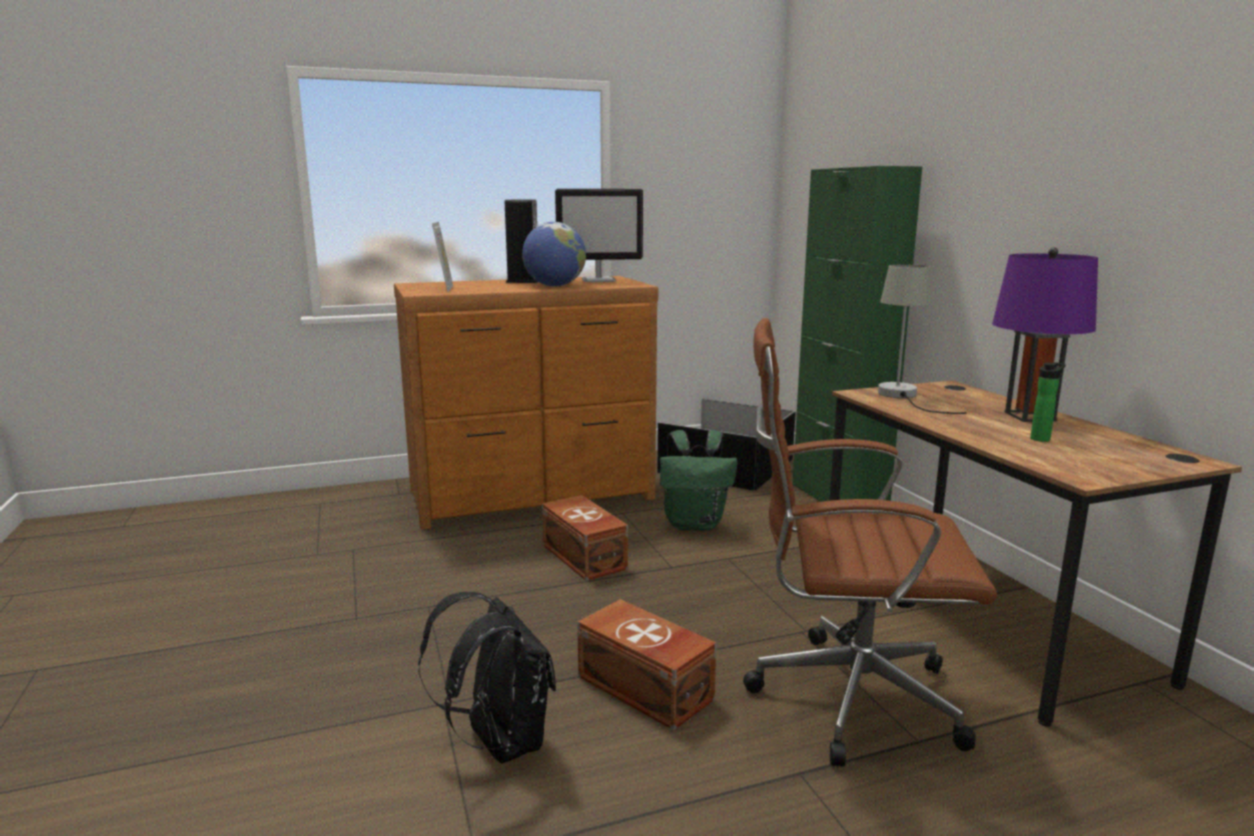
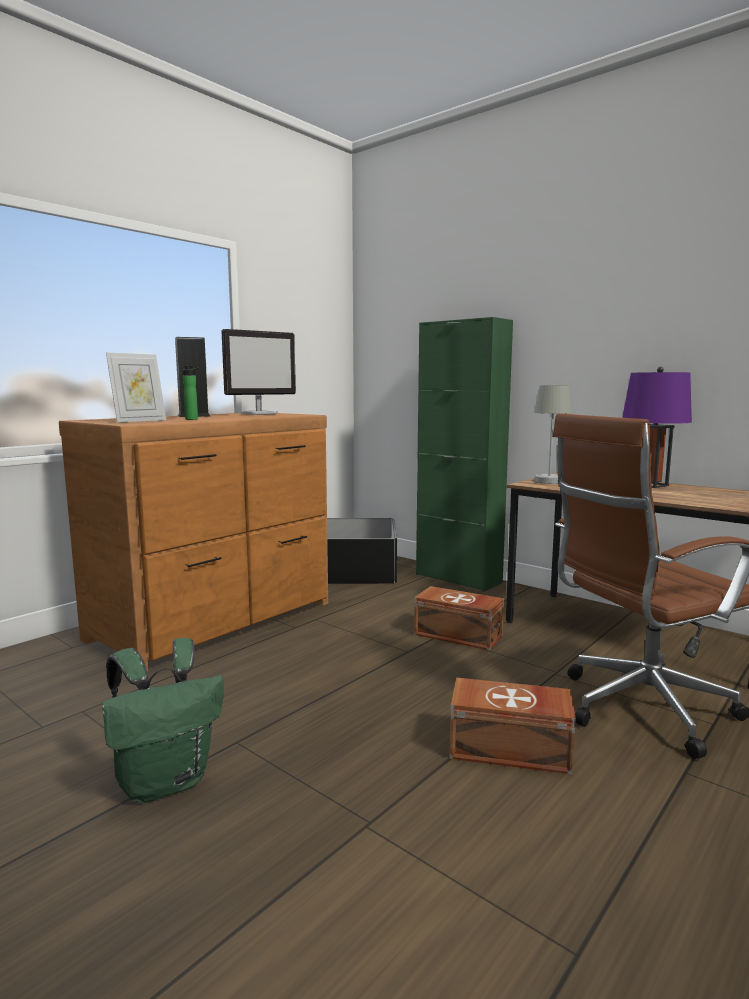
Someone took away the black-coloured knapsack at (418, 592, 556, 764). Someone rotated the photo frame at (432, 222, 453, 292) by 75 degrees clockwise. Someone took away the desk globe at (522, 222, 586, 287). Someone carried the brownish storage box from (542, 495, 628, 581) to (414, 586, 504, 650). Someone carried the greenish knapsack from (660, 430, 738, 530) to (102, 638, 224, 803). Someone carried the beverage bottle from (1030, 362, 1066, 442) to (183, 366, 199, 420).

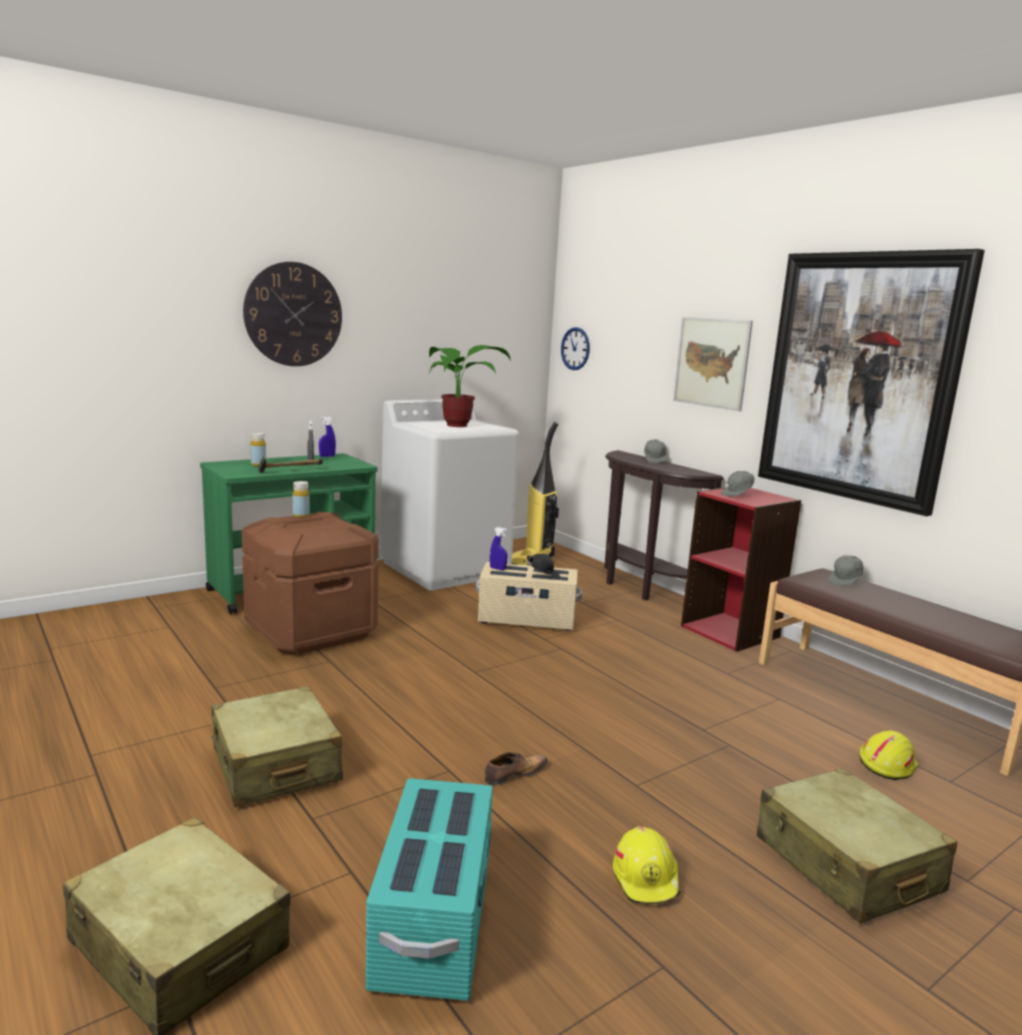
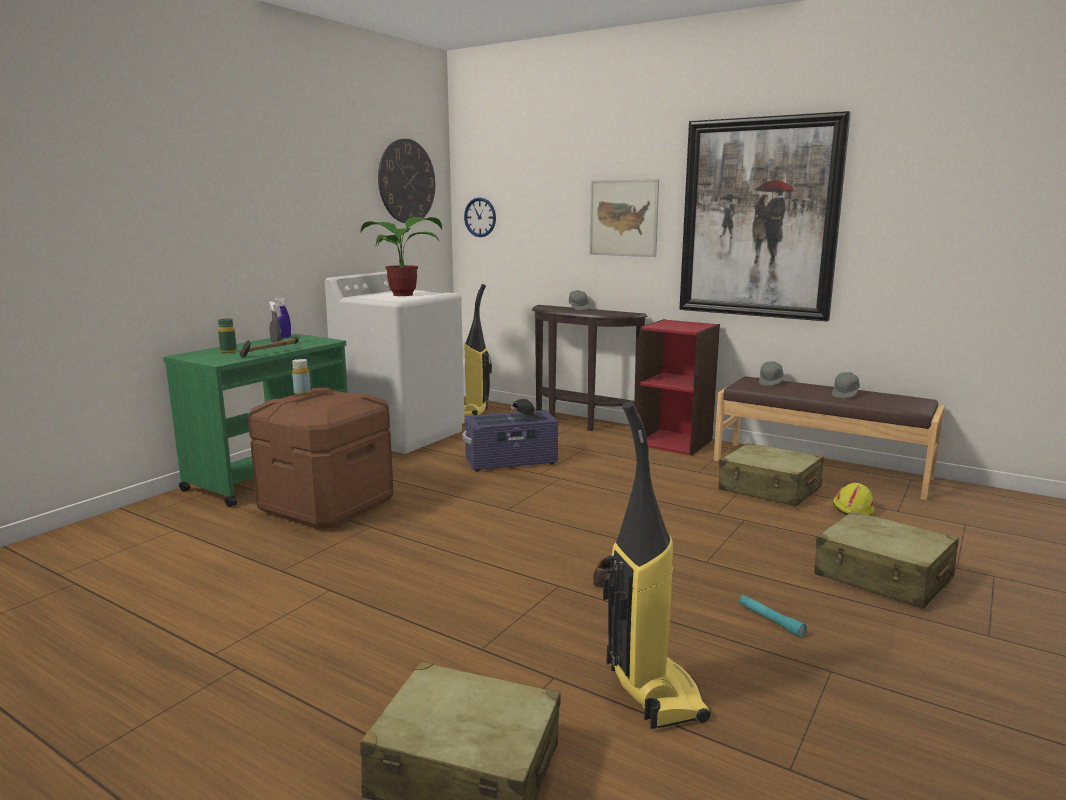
Someone carried the beige-coloured travel case from (211, 686, 343, 807) to (719, 443, 824, 507). Someone carried the wall clock from (243, 262, 342, 366) to (378, 139, 435, 223). Someone repainted the yellow-coloured beverage bottle at (250, 433, 266, 466), which became the greenish beverage bottle at (218, 319, 237, 353). Someone swapped the blue-green storage box at (366, 778, 493, 1001) for the hoover at (603, 401, 710, 729). Someone repainted the beige-coloured storage box at (475, 562, 582, 631), which became the purple-coloured storage box at (462, 410, 559, 471). Someone took away the blue-coloured sprayer at (490, 527, 507, 570). Someone swapped the yellow-coloured safety helmet at (613, 826, 681, 904) for the blue-green torch at (739, 595, 807, 638). Someone carried the grey peaked cap from (721, 471, 754, 496) to (832, 372, 860, 398).

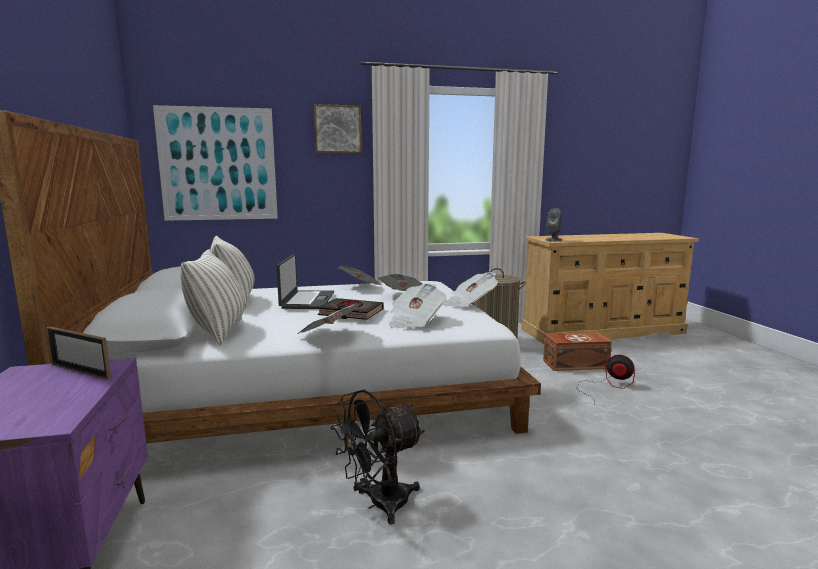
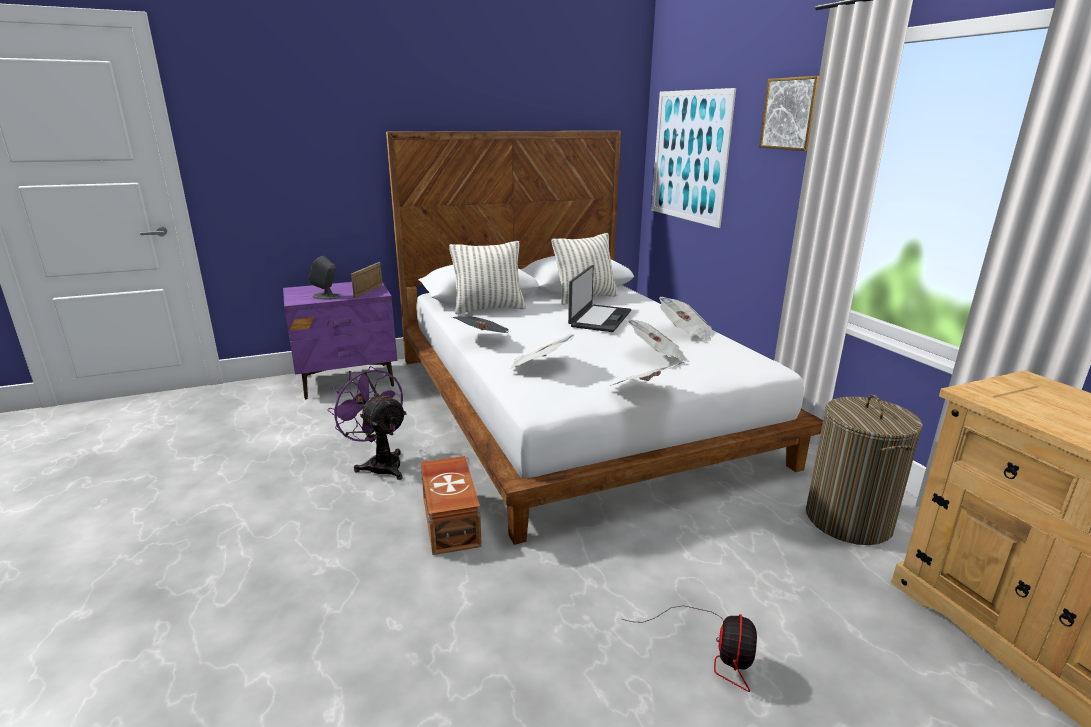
Someone rotated the notebook computer at (277, 254, 334, 309) by 60 degrees counterclockwise. Someone took away the black-coloured book at (317, 298, 384, 320). Someone repainted the black-coloured cooling fan at (330, 390, 424, 524), which became the purple-coloured cooling fan at (327, 366, 407, 480). Someone carried the brownish storage box from (543, 333, 612, 371) to (421, 456, 482, 555). Someone carried the grey loudspeaker from (545, 208, 562, 242) to (309, 256, 340, 300).

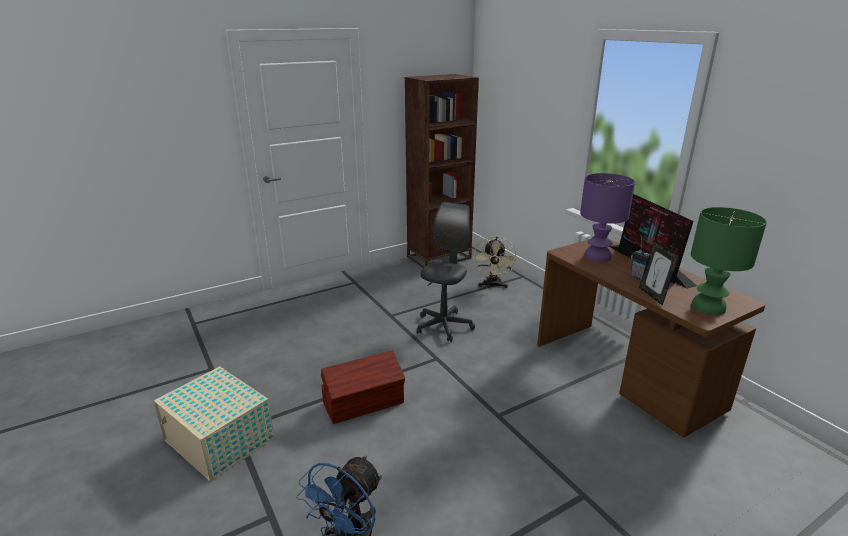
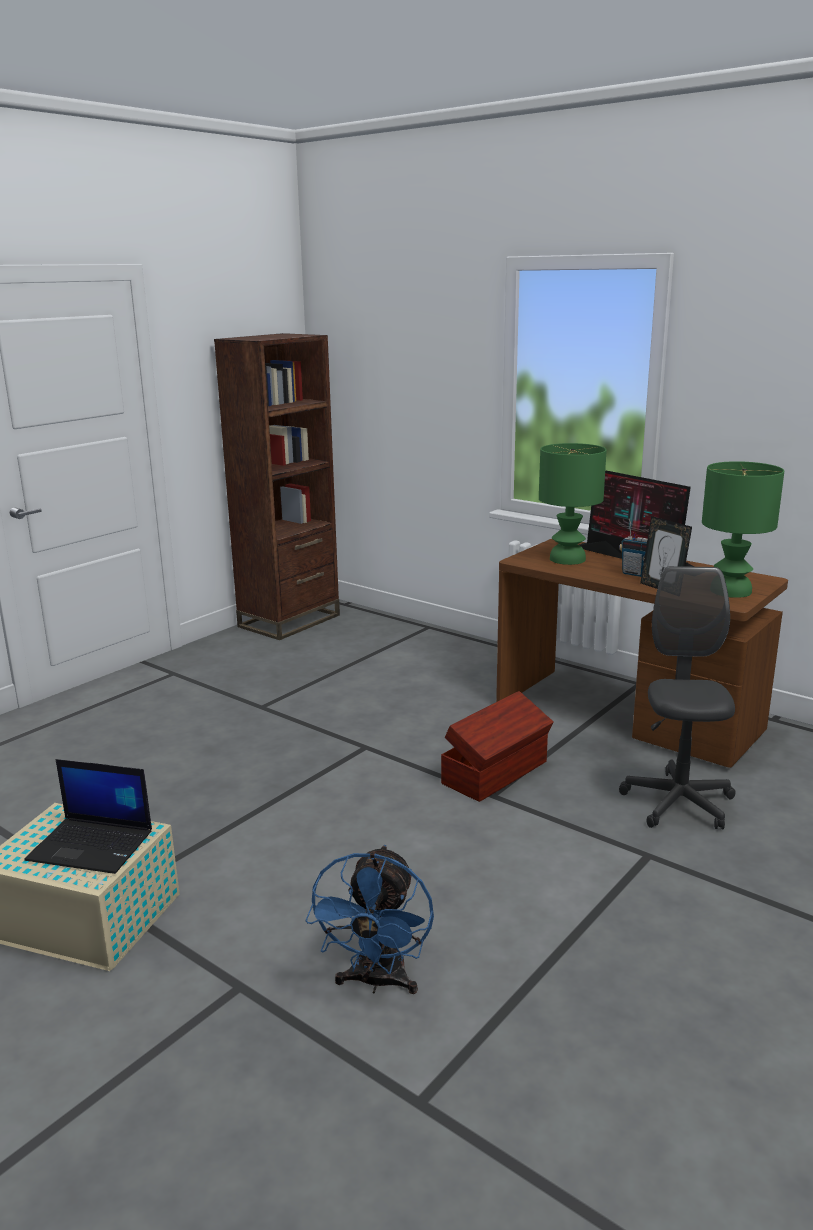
Someone carried the brownish storage box from (321, 350, 405, 424) to (441, 691, 554, 802). Someone carried the grey office chair from (417, 202, 475, 342) to (619, 566, 735, 829). Someone took away the beige-coloured cooling fan at (474, 236, 516, 288). Someone repainted the purple-coloured lamp for a table at (580, 173, 635, 262), which became the greenish lamp for a table at (539, 443, 607, 565). Someone put down the notebook computer at (24, 759, 152, 874).

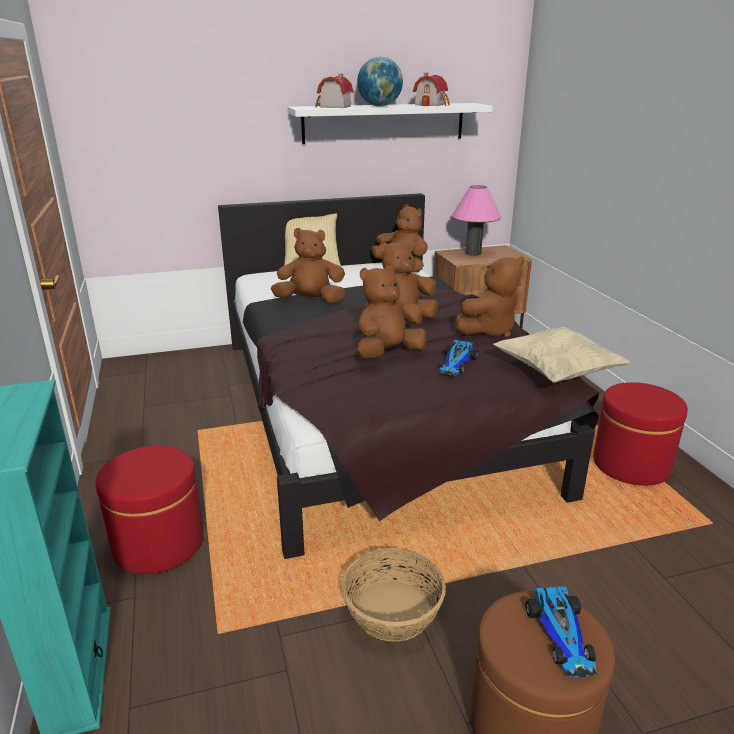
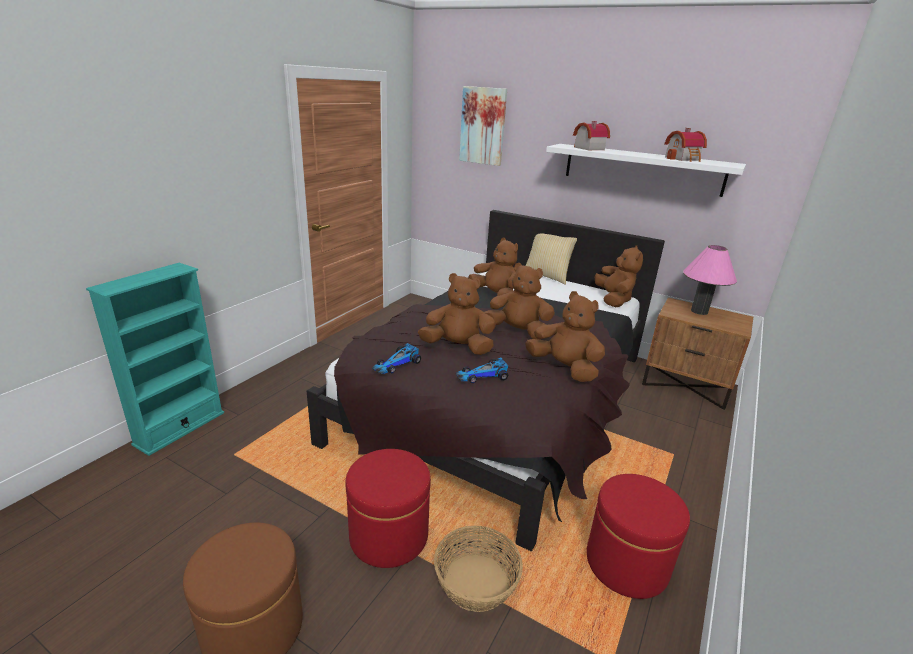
Someone carried the reddish footrest from (96, 446, 203, 574) to (345, 449, 431, 568). Someone carried the basket from (342, 548, 446, 642) to (434, 526, 523, 612). Someone took away the desk globe at (357, 56, 403, 106). Someone rotated the brownish plush toy at (455, 257, 524, 338) by 150 degrees counterclockwise. Someone took away the beige-coloured throw pillow at (493, 327, 630, 383). Someone carried the miniature car from (526, 586, 597, 677) to (372, 343, 421, 374). Someone put up the picture at (459, 86, 507, 166).

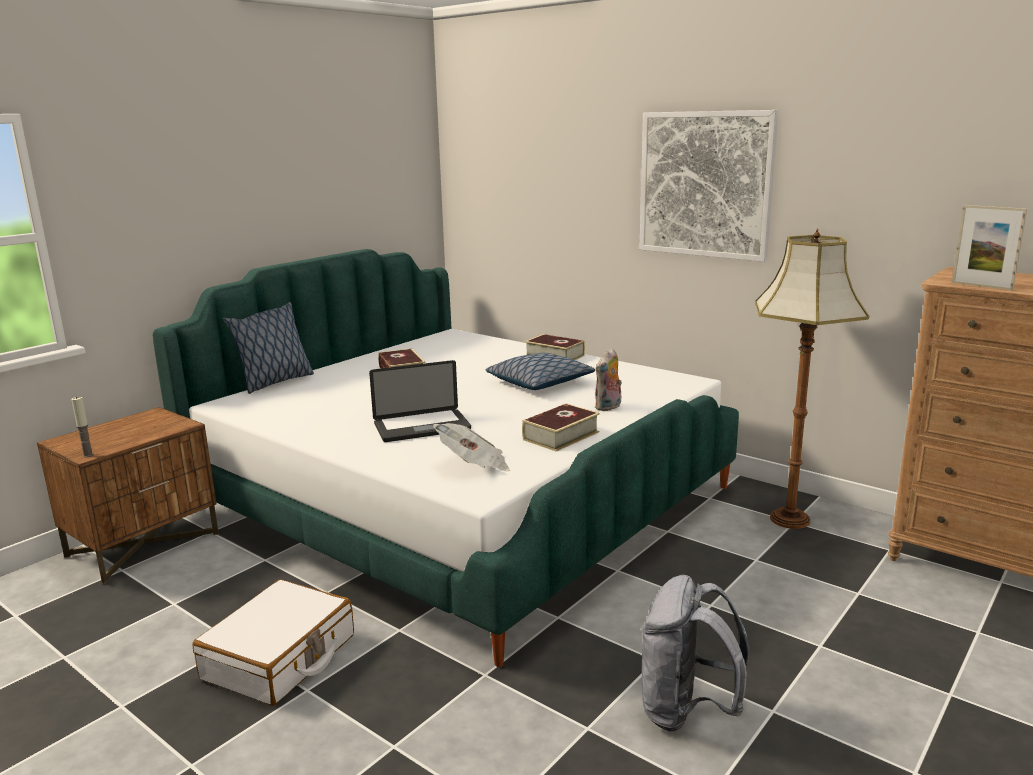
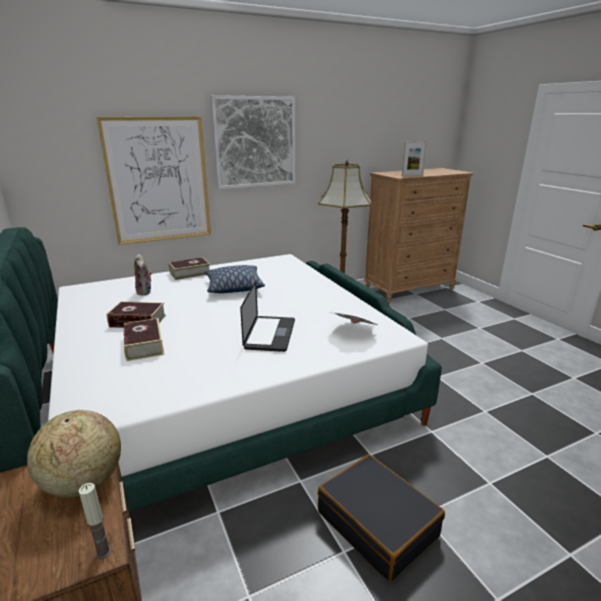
Someone repainted the whitish travel case at (192, 580, 354, 706), which became the black-coloured travel case at (318, 454, 445, 582). Someone took away the throw pillow at (222, 302, 314, 394). Someone carried the book from (522, 404, 600, 452) to (124, 318, 164, 361). Someone carried the plush toy from (595, 348, 622, 411) to (134, 254, 152, 296). Someone took away the grey knapsack at (641, 575, 750, 731). Someone put down the desk globe at (27, 410, 121, 498). Someone put up the picture at (96, 116, 211, 245).

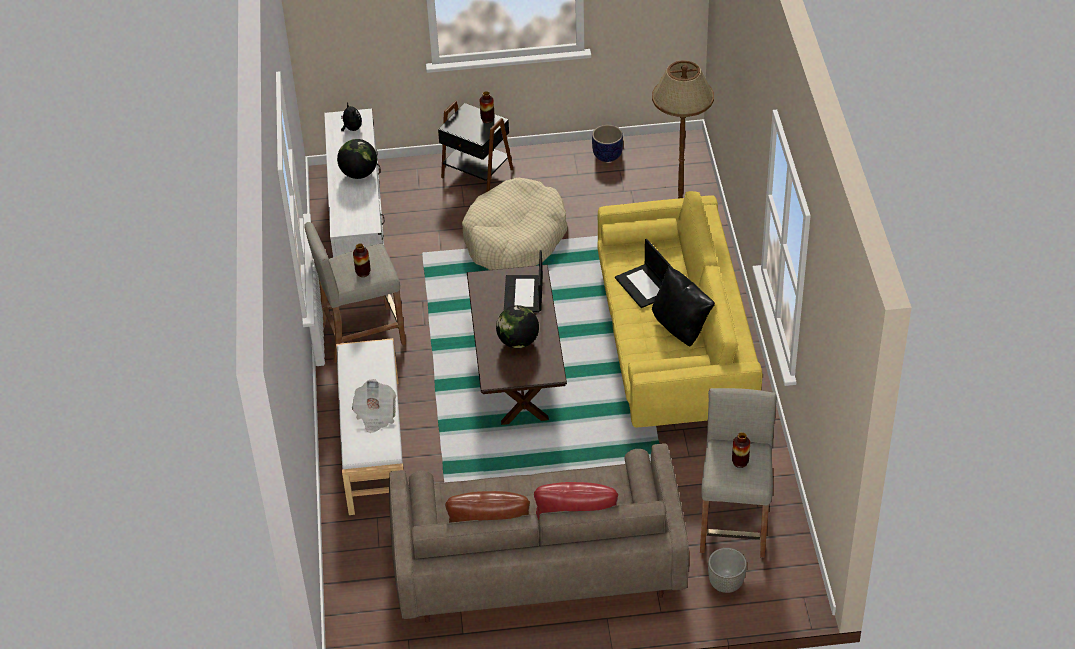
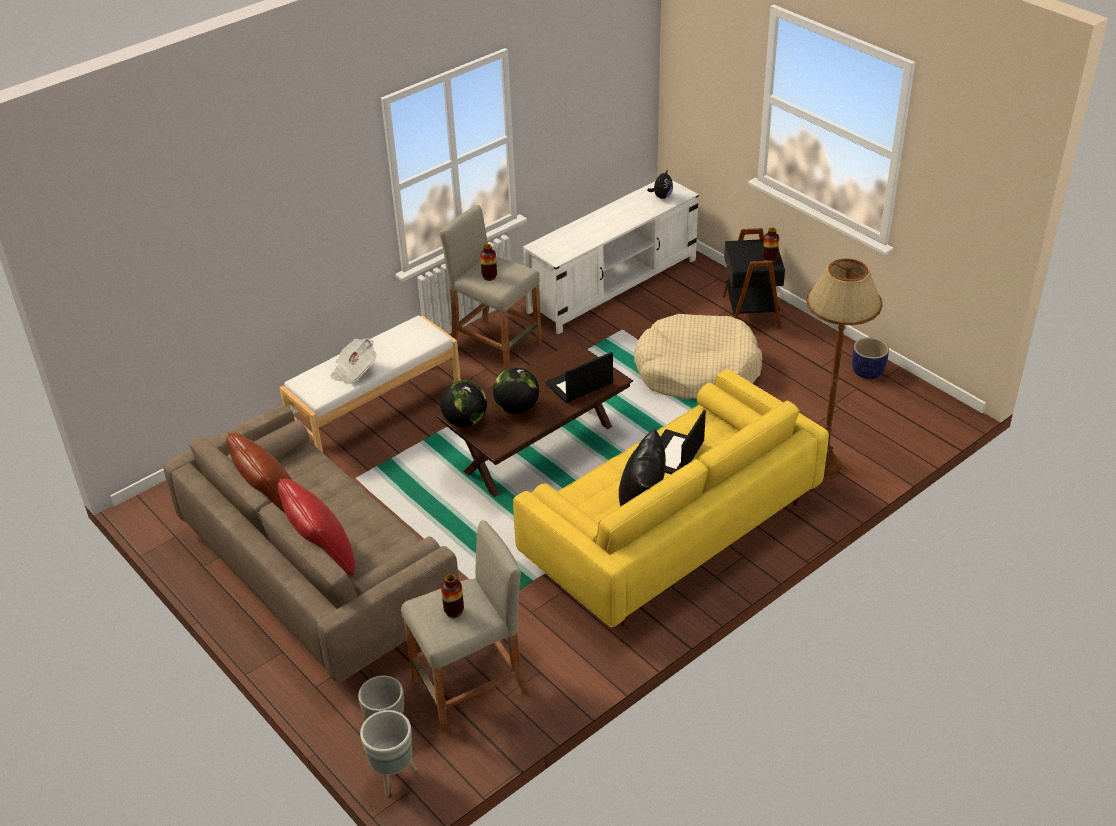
Someone carried the desk globe from (337, 139, 377, 179) to (440, 380, 487, 427). Someone put down the grey plant pot at (360, 710, 417, 796).

